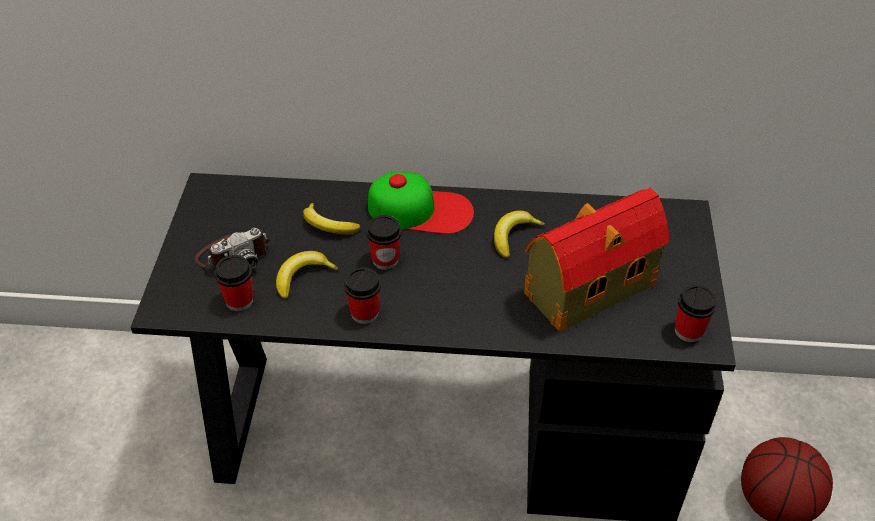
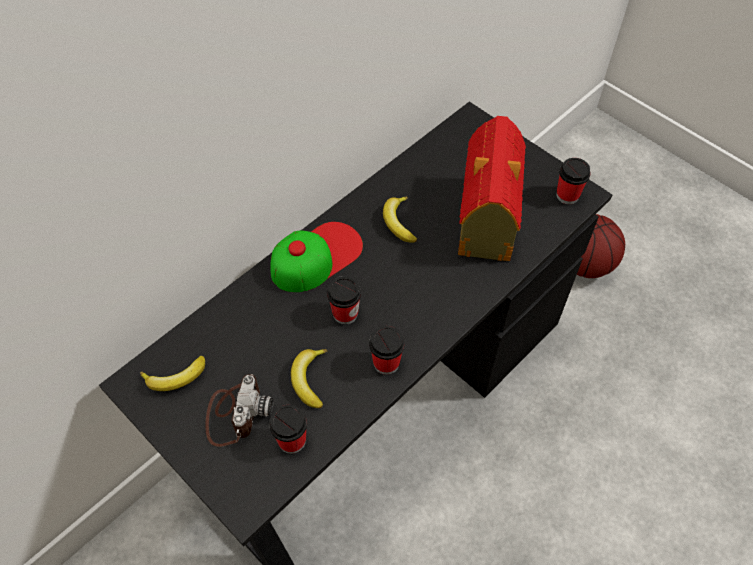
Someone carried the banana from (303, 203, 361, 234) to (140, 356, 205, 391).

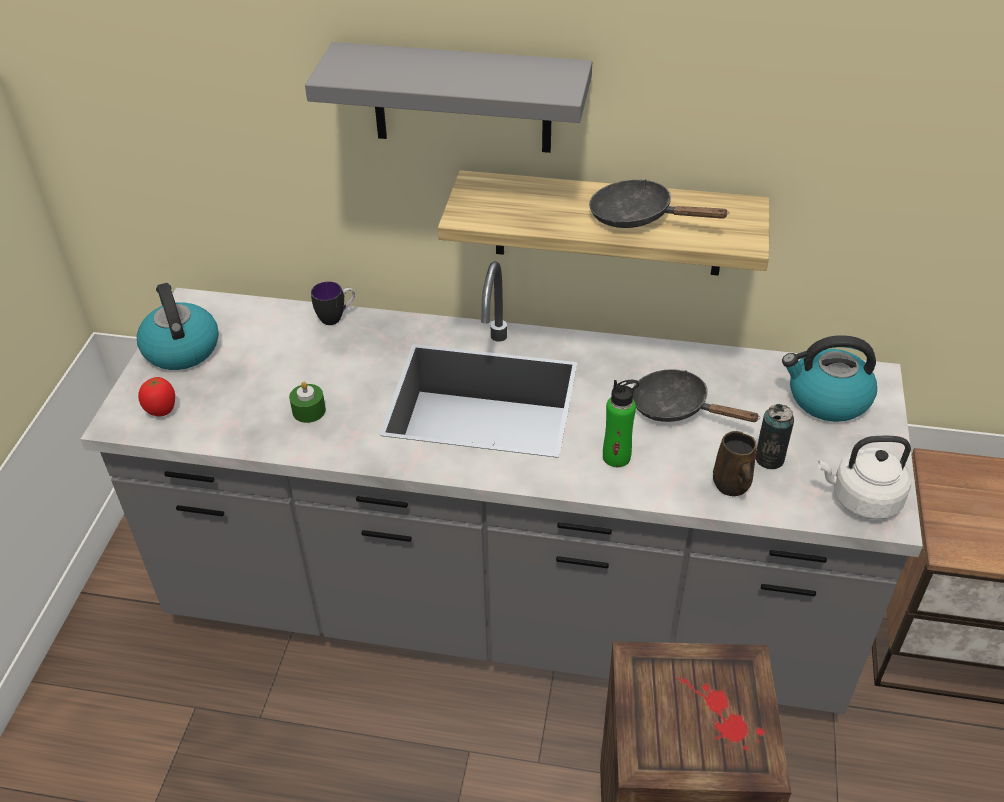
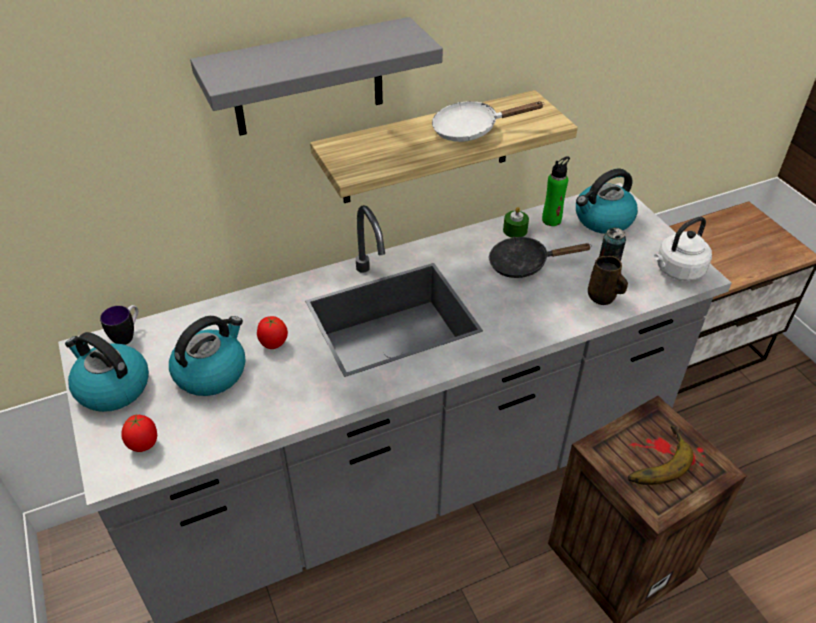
Someone carried the greenish candle from (289, 382, 326, 423) to (503, 207, 529, 238). Someone carried the mug from (311, 281, 355, 325) to (100, 305, 138, 345). Someone repainted the black-coloured frying pan at (589, 179, 728, 228), which became the whitish frying pan at (432, 101, 545, 142). Someone carried the greenish beverage bottle from (603, 380, 639, 467) to (542, 156, 570, 226). Someone put down the water kettle at (169, 316, 245, 396). Someone put down the fresh tomato at (257, 316, 288, 349). Someone put down the banana at (628, 426, 693, 485).

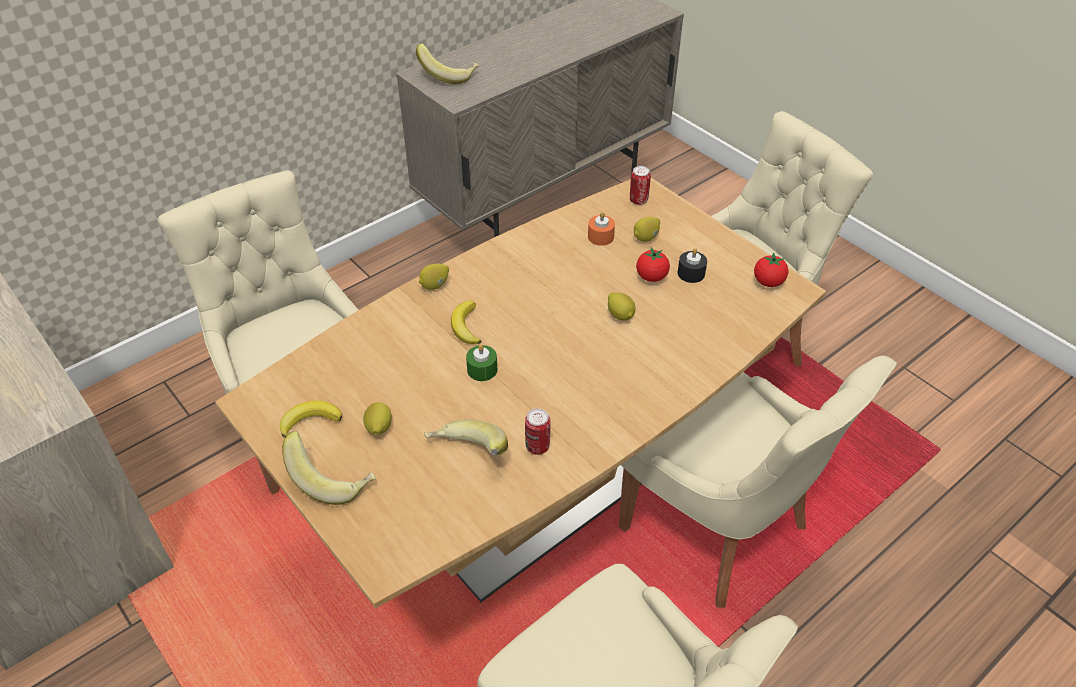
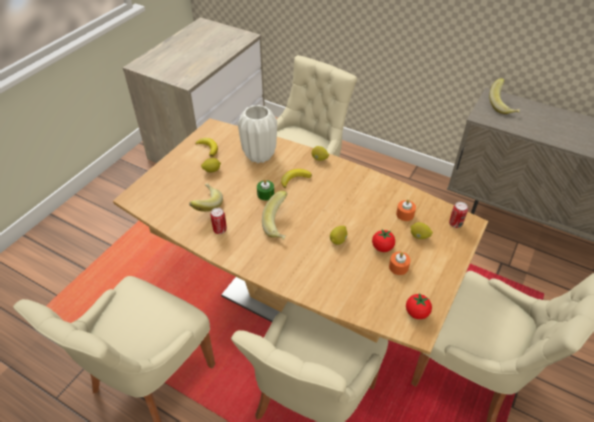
Someone carried the banana from (282, 431, 376, 505) to (262, 191, 288, 240). Someone repainted the black-coloured candle at (678, 248, 707, 283), which became the orange-coloured candle at (389, 252, 411, 275). Someone put down the whitish decorative vase at (238, 105, 277, 163).

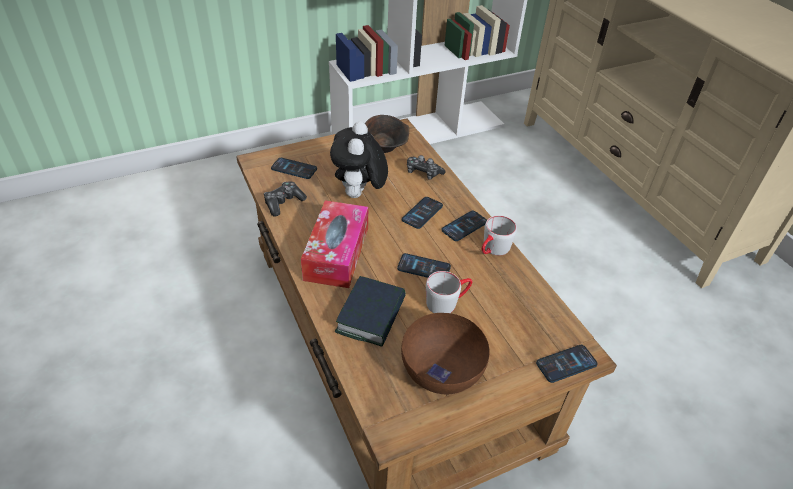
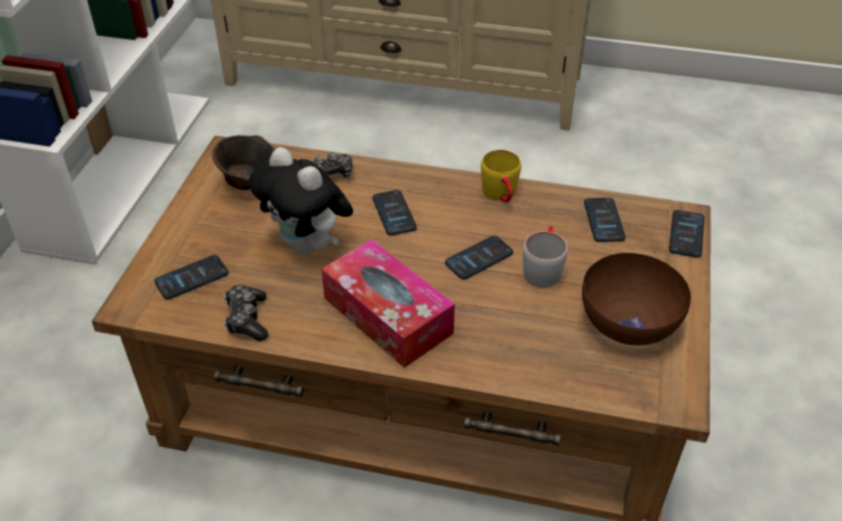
Someone took away the book at (335, 276, 406, 347). Someone carried the handset from (441, 211, 487, 241) to (584, 198, 626, 242). Someone repainted the grey mug at (482, 215, 517, 256), which became the yellow-coloured mug at (481, 150, 521, 203).

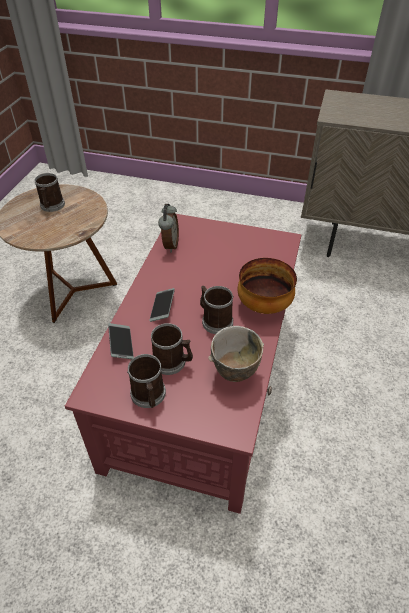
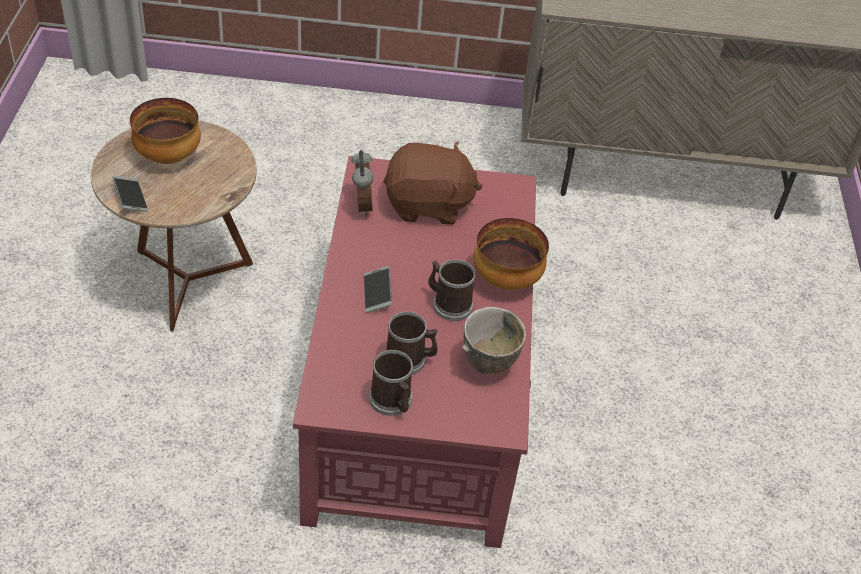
Someone swapped the mug at (34, 173, 65, 212) for the bowl at (130, 98, 201, 164). Someone carried the handset from (108, 323, 134, 359) to (113, 176, 148, 212). Someone put down the brownish plush toy at (383, 141, 483, 224).

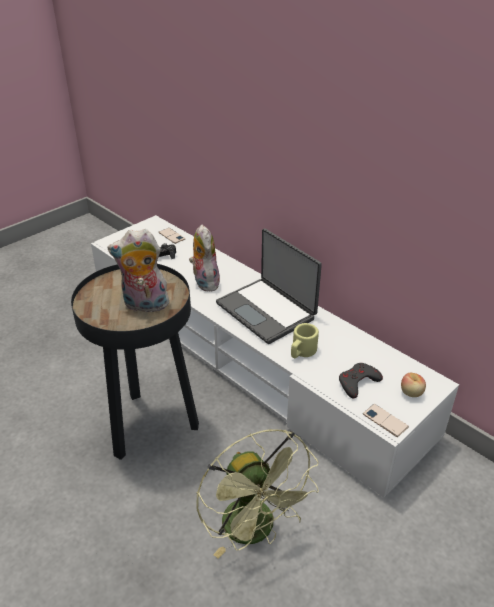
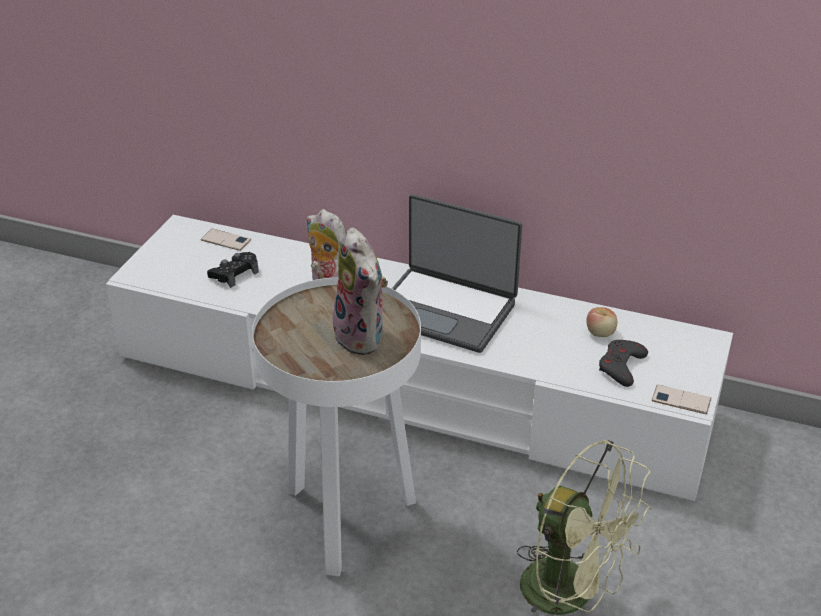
Someone repainted the black-coloured side table at (71, 264, 199, 460), which became the whitish side table at (252, 277, 421, 576). Someone rotated the plush toy at (107, 229, 169, 312) by 90 degrees counterclockwise. Someone took away the beige-coloured mug at (291, 323, 319, 358). Someone carried the apple fruit from (401, 373, 426, 397) to (586, 307, 617, 337).

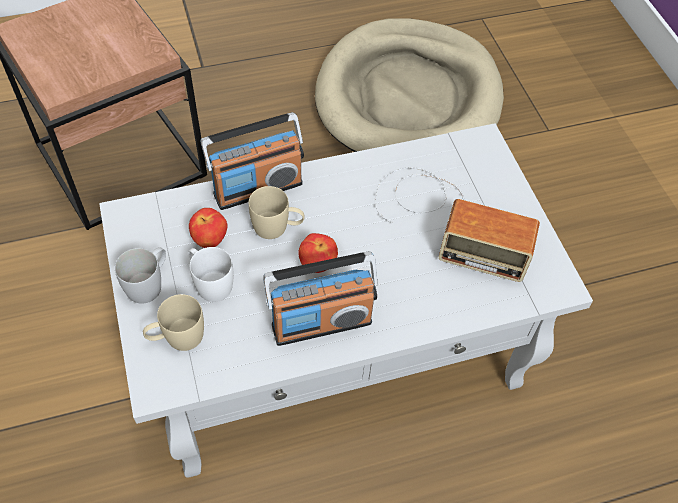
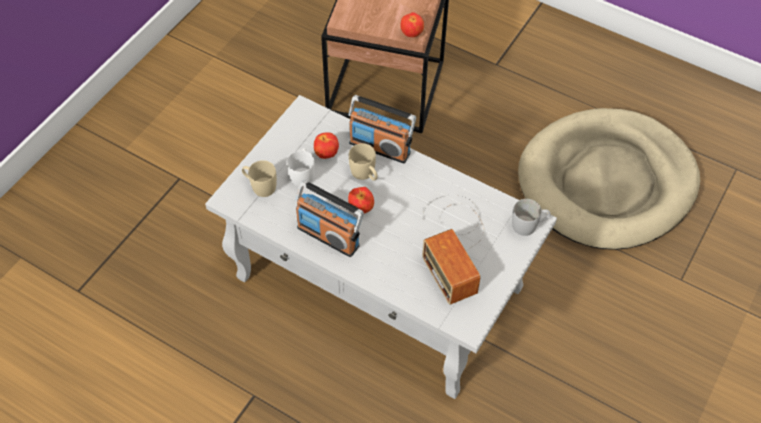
Someone carried the whitish mug from (115, 247, 166, 304) to (512, 199, 551, 236). Someone put down the apple fruit at (401, 12, 424, 37).

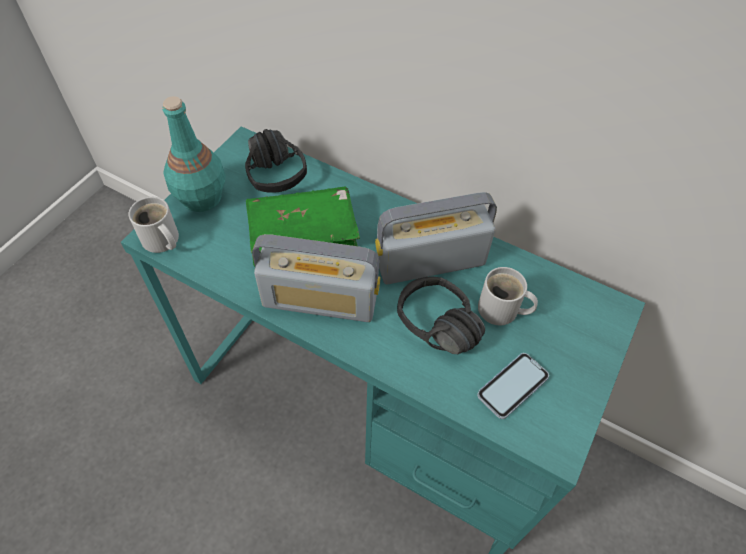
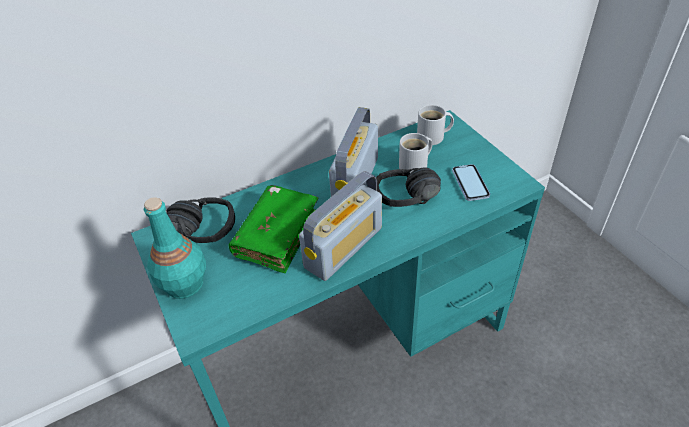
Someone carried the whitish mug from (129, 197, 179, 253) to (417, 105, 454, 145).

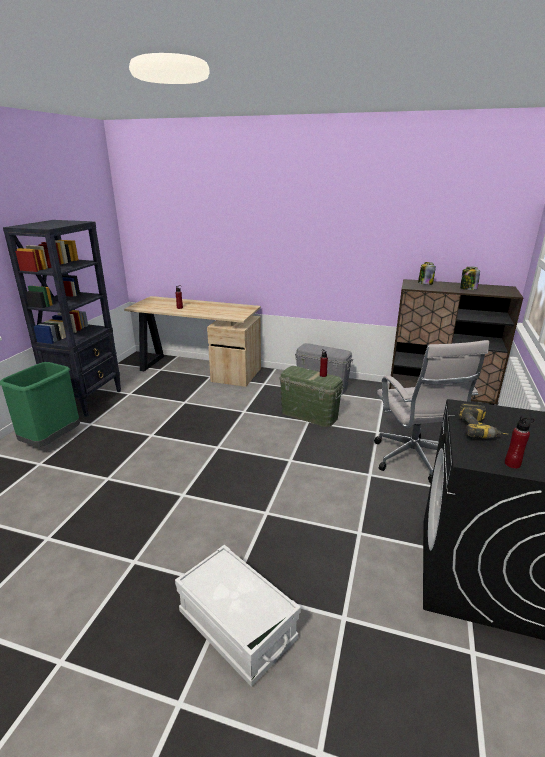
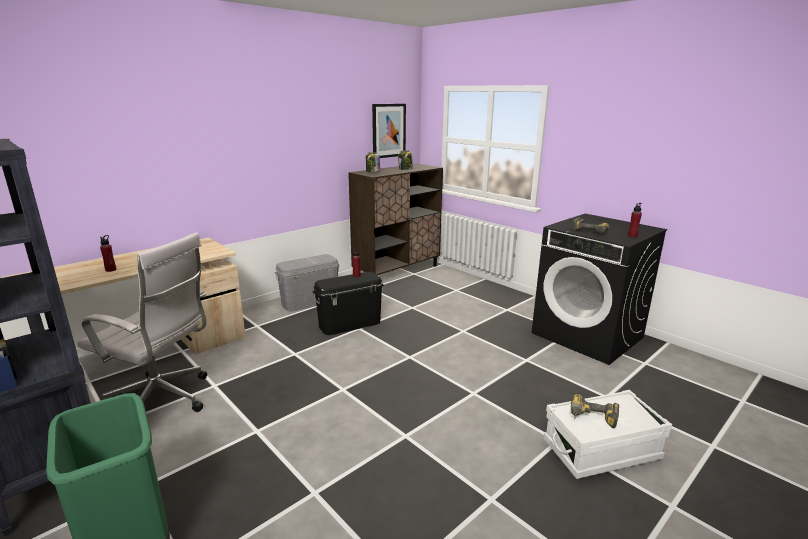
Someone repainted the greenish storage box at (279, 366, 344, 427), which became the black-coloured storage box at (312, 272, 384, 335). Someone carried the whitish office chair from (374, 340, 489, 483) to (77, 232, 207, 412). Someone put up the picture at (372, 104, 406, 158). Someone put down the electric drill at (571, 394, 619, 428).

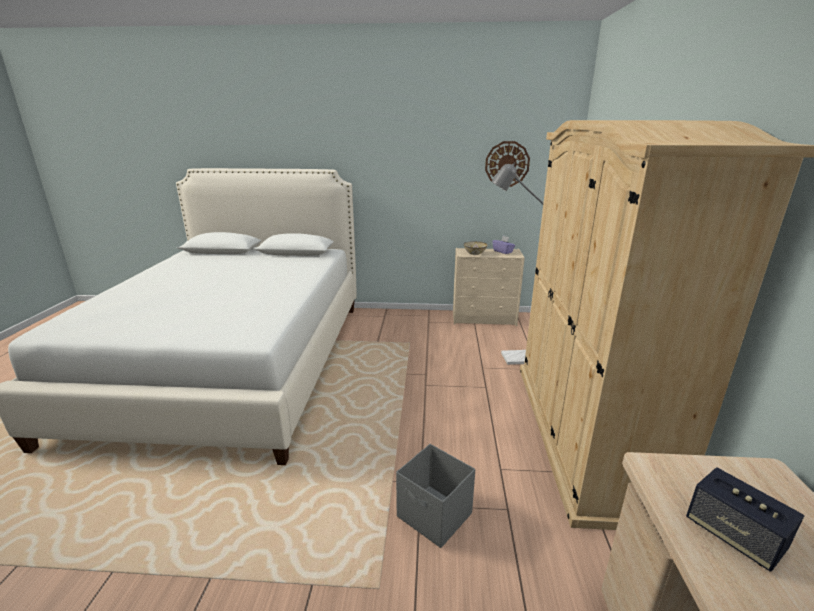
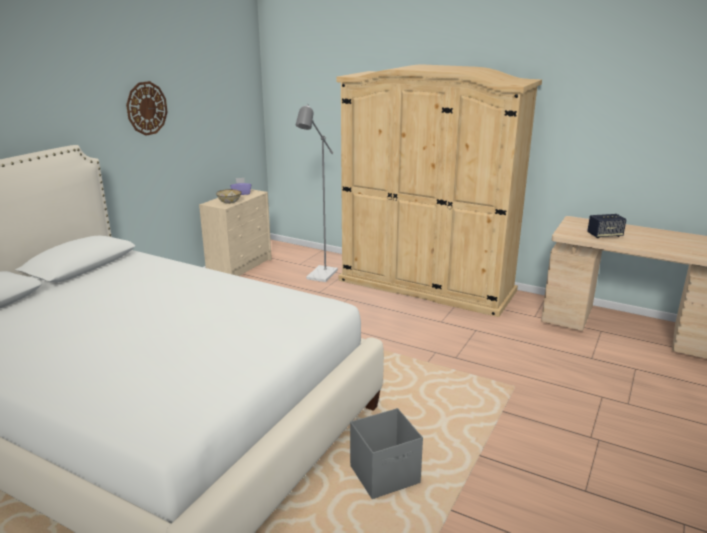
Someone carried the grey storage box from (396, 444, 475, 548) to (350, 408, 423, 499). Someone carried the wall clock from (485, 141, 530, 187) to (126, 81, 168, 136).

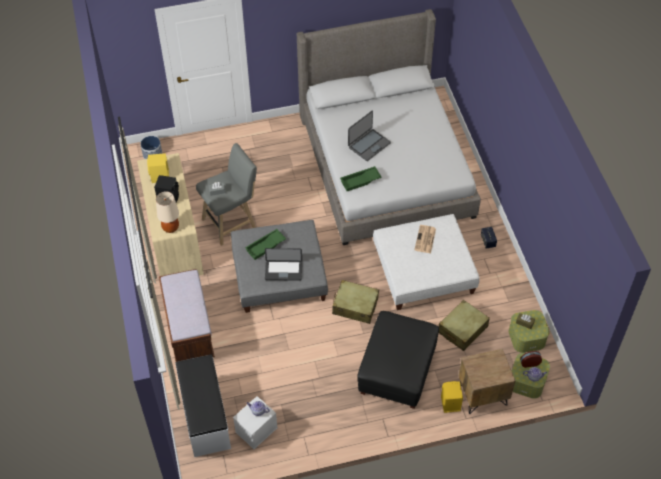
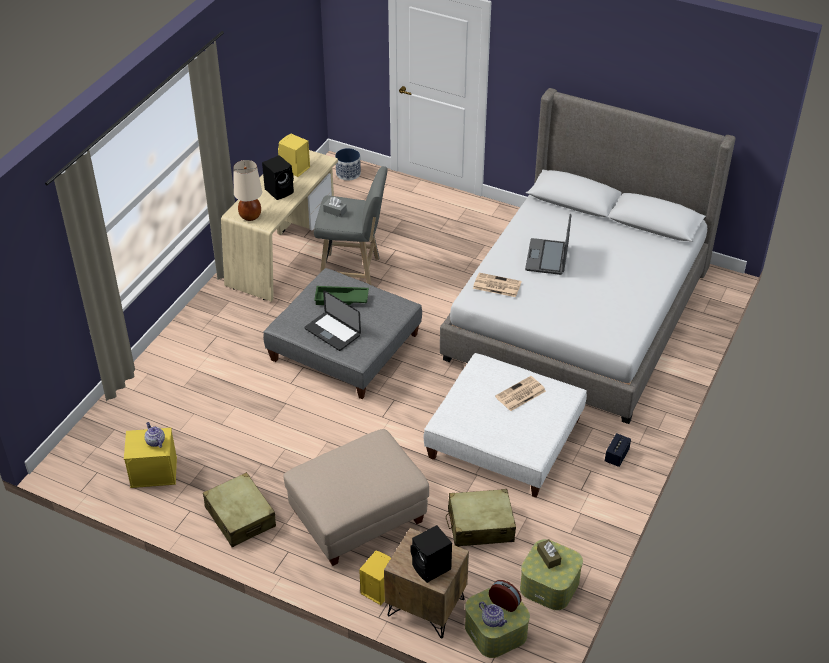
Someone took away the brownish bench at (159, 269, 215, 362). Someone took away the whitish bench at (176, 354, 231, 457). Someone repainted the whitish storage box at (233, 396, 278, 449), which became the yellow-coloured storage box at (124, 428, 177, 488). Someone carried the beige-coloured travel case from (332, 280, 379, 324) to (203, 472, 276, 547). Someone swapped the greenish serving tray at (340, 166, 382, 191) for the newspaper at (473, 273, 522, 297). Someone rotated the notebook computer at (348, 111, 391, 161) by 105 degrees clockwise. Someone repainted the black-coloured footrest at (357, 311, 439, 409), which became the beige-coloured footrest at (283, 429, 429, 566). Someone put down the black-coloured loudspeaker at (410, 525, 452, 583).

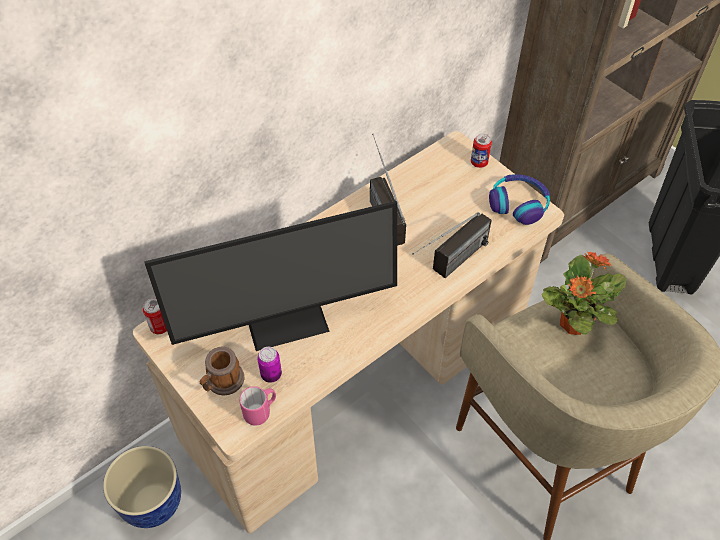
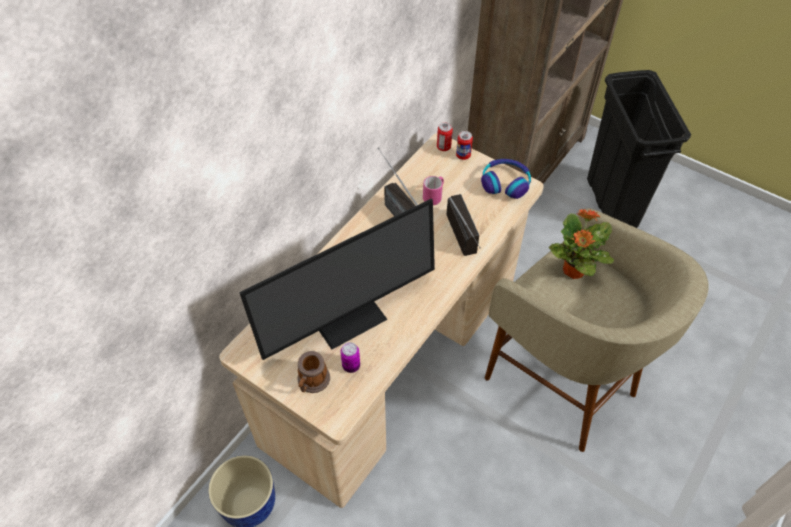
Someone carried the metal can from (143, 298, 167, 334) to (437, 122, 453, 151). Someone carried the pinkish mug from (239, 386, 276, 426) to (423, 176, 444, 205). Someone rotated the radio set at (412, 212, 492, 278) by 45 degrees counterclockwise.

